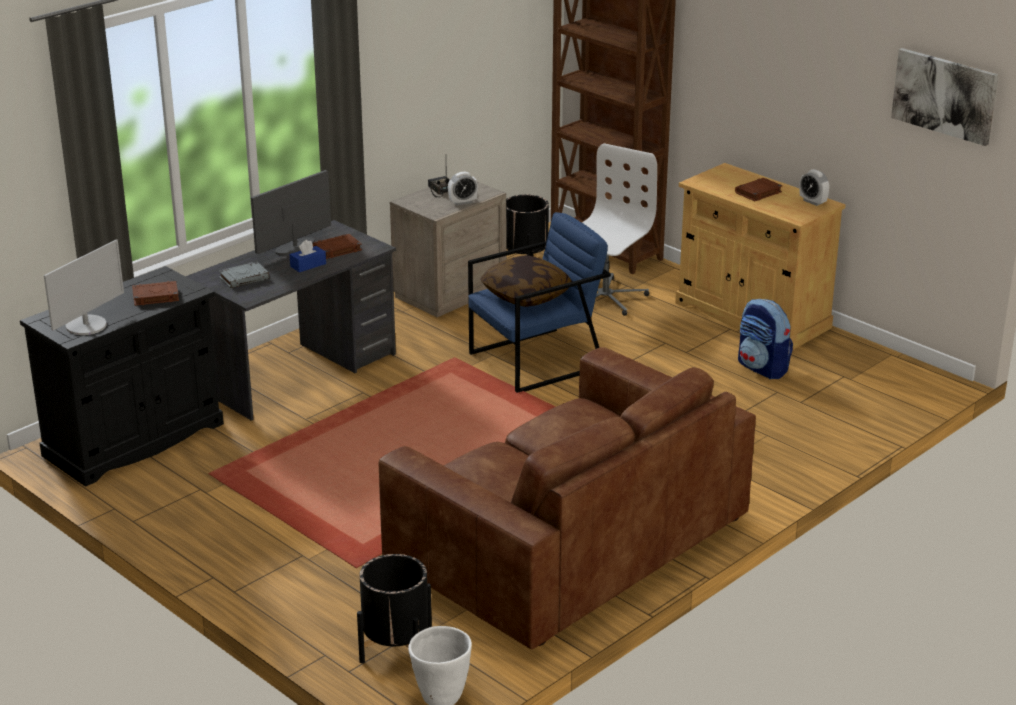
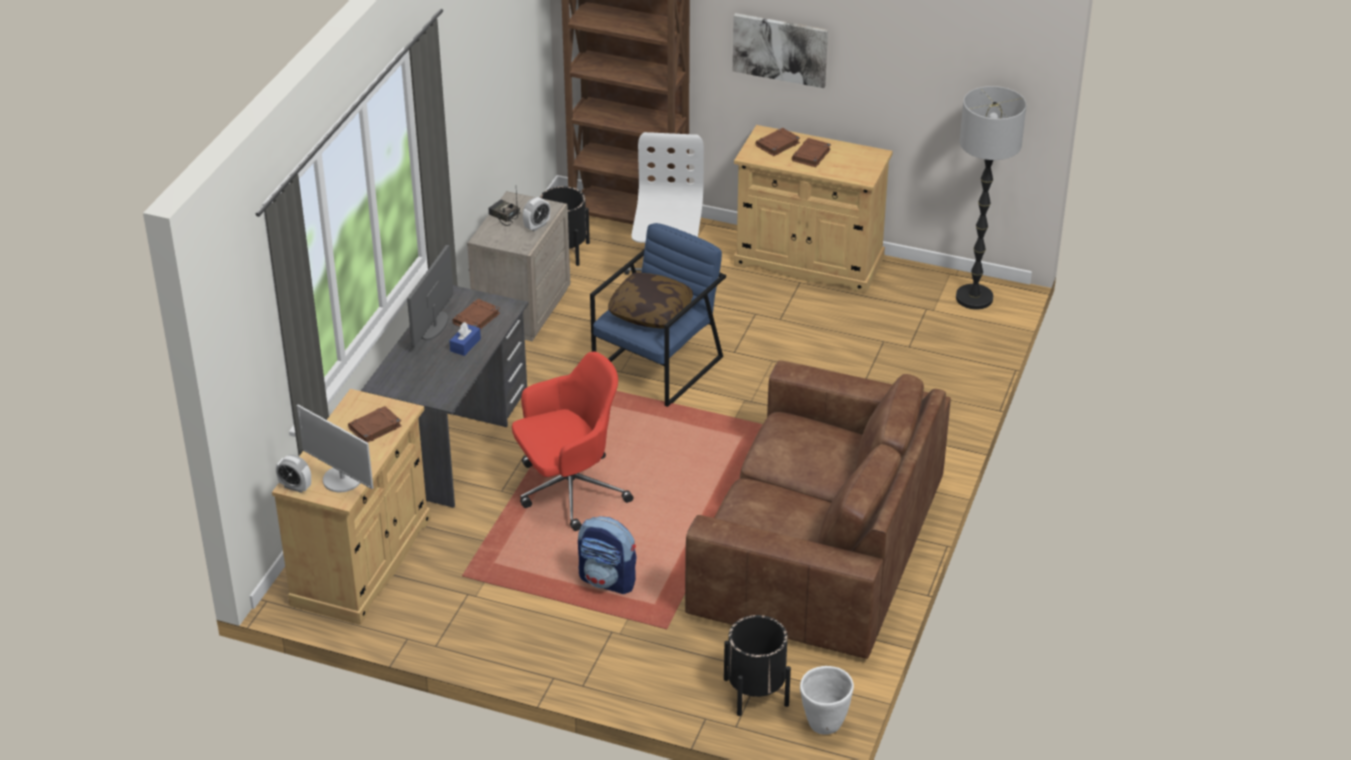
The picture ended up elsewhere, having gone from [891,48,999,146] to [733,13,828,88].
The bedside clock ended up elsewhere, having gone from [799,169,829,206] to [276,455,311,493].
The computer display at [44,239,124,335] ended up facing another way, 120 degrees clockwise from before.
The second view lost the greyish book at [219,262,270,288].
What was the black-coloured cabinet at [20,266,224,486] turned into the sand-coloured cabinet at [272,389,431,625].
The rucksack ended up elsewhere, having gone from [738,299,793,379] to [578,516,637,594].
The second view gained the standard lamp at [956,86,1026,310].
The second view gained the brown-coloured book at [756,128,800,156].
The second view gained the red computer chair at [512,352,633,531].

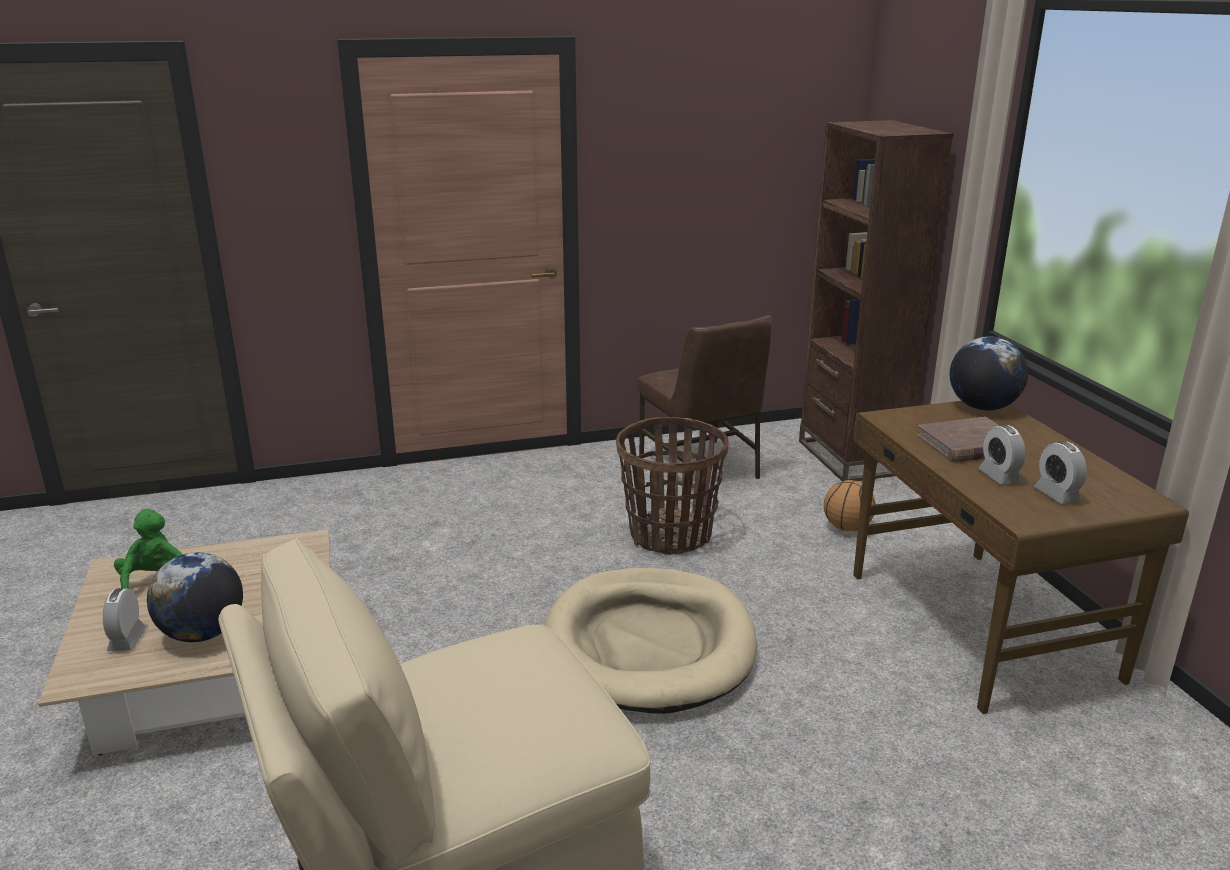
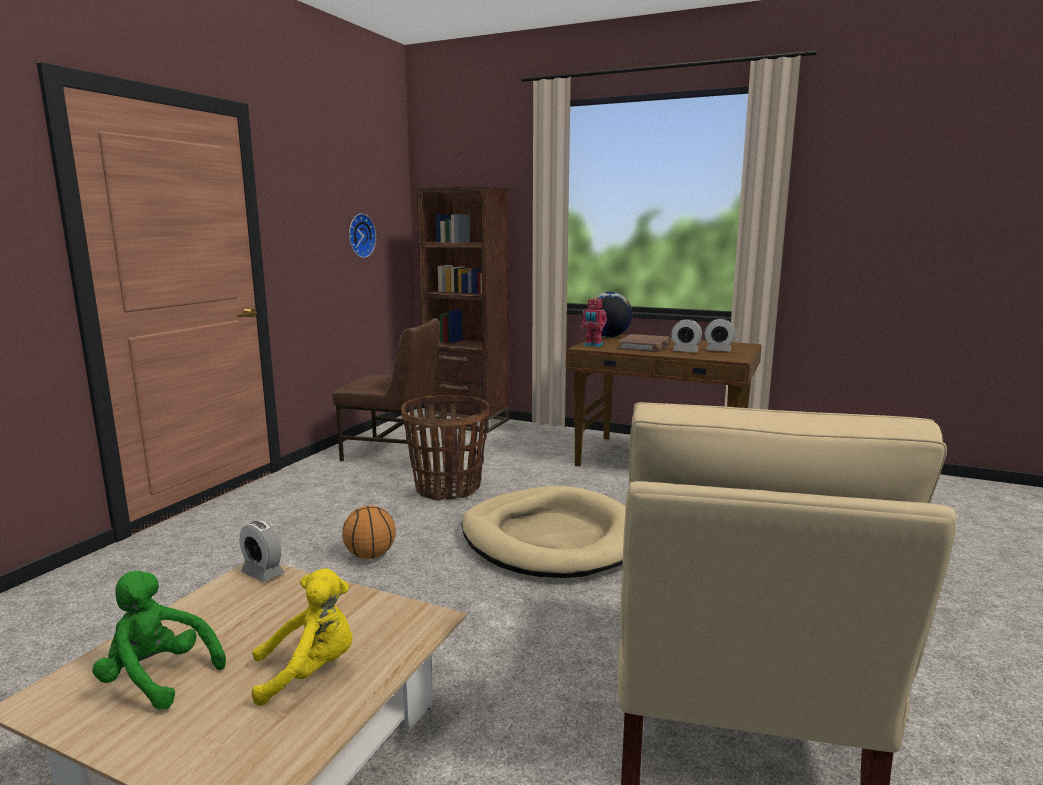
The basketball ball ended up elsewhere, having gone from [824,480,876,531] to [342,506,396,559].
Where the world globe stood at [147,552,243,642], the yellow-coloured cuddly toy came to stand at [252,568,353,706].
The bedside clock ended up elsewhere, having gone from [103,588,146,651] to [240,521,285,582].
The second view gained the hanging clock at [349,214,376,258].
The second view gained the toy robot at [581,297,607,347].

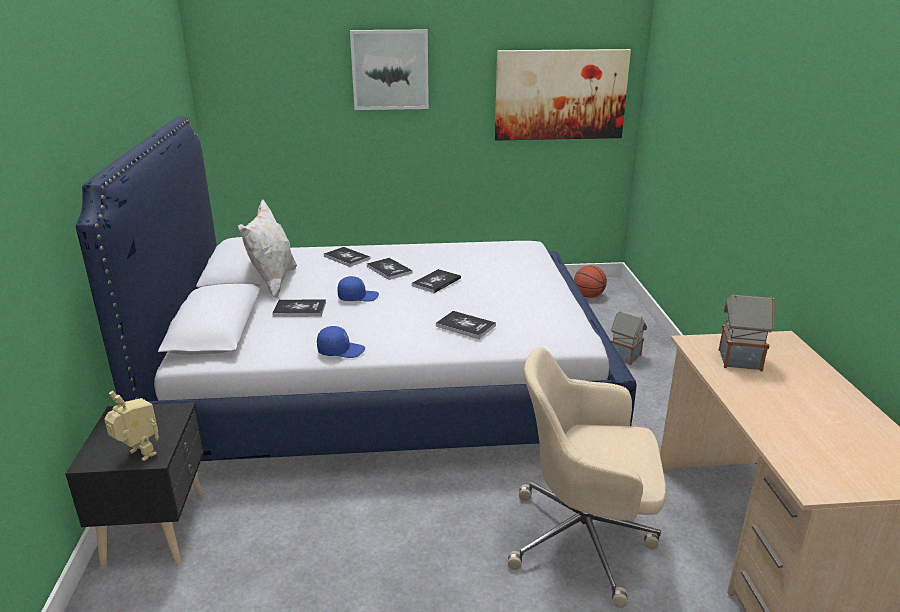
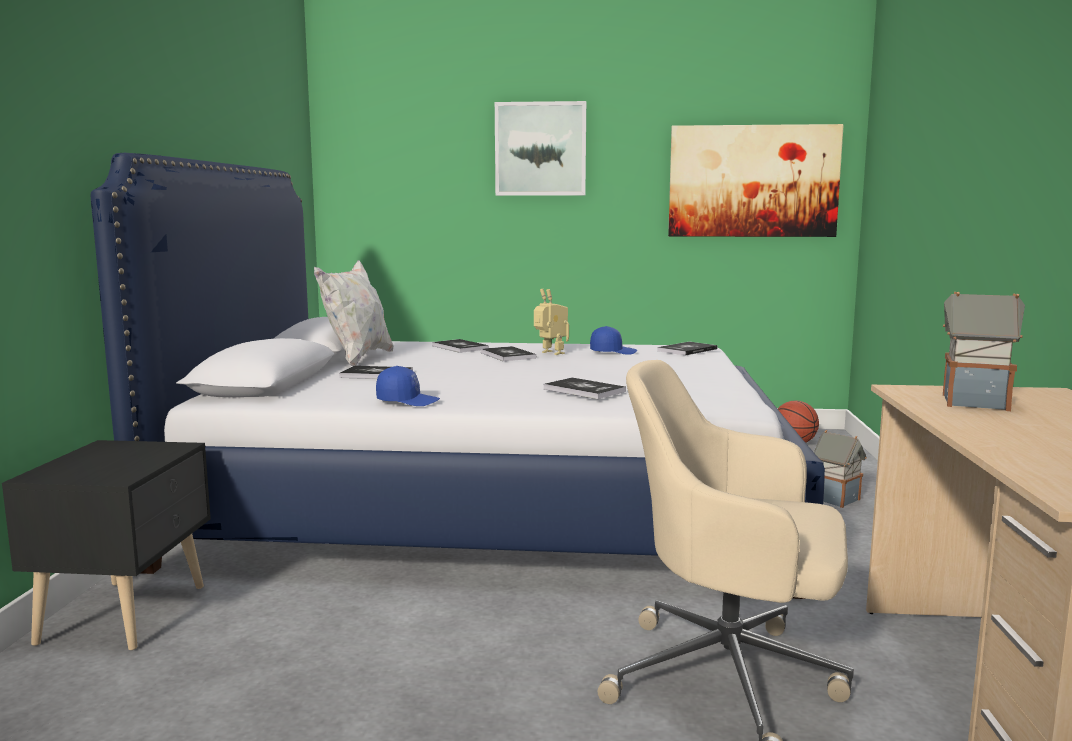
The book ended up elsewhere, having gone from [412,269,461,293] to [657,342,718,356].
The blue baseball cap ended up elsewhere, having gone from [337,276,379,302] to [590,326,637,355].
The toy robot ended up elsewhere, having gone from [104,391,159,461] to [534,289,569,355].

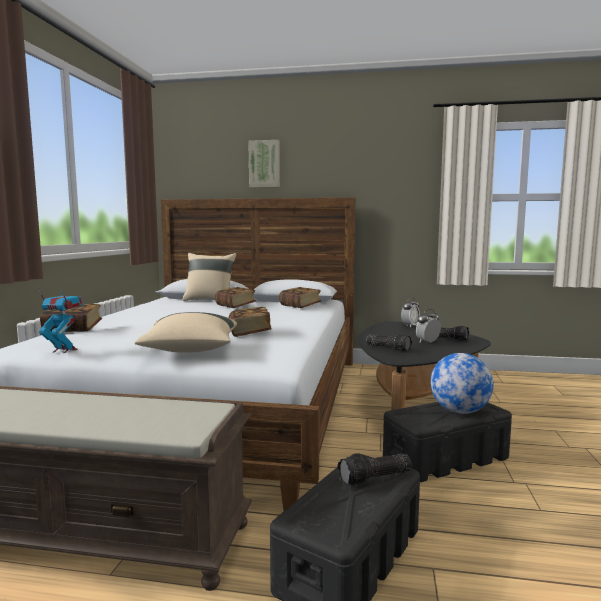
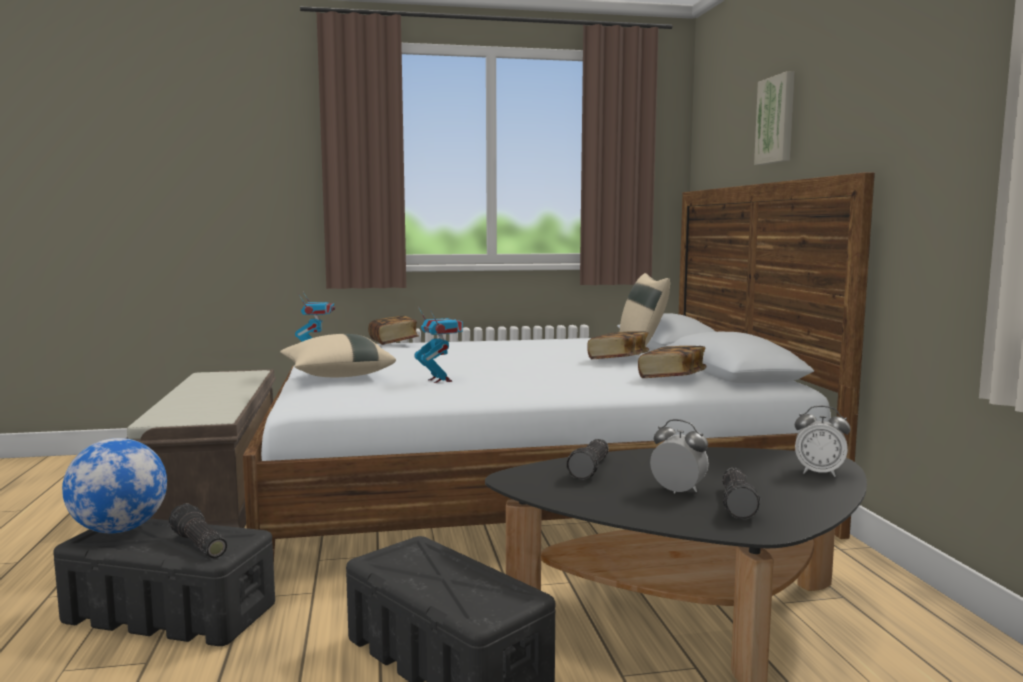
Where the book stood at [229,307,272,337], the toy robot came to stand at [414,307,463,383].
The world globe ended up elsewhere, having gone from [431,353,494,414] to [62,438,167,533].

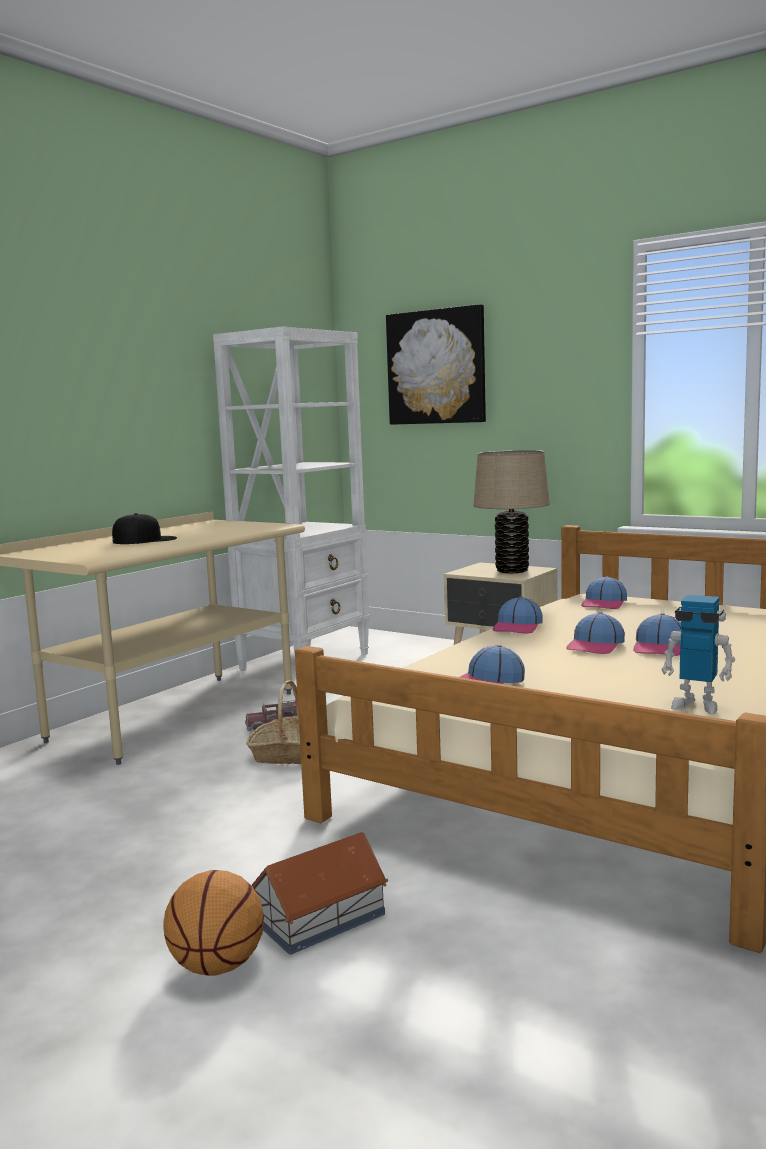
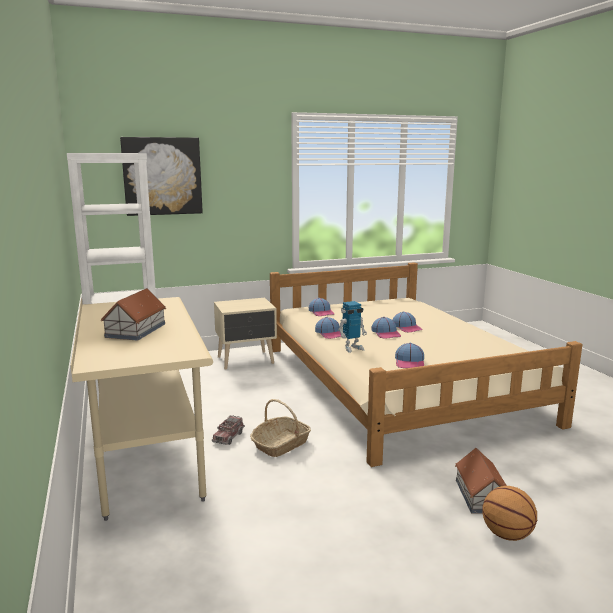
The second view lost the sand-coloured lamp for a table at [474,450,550,573].
Where the black-coloured baseball cap stood at [112,513,177,544], the model house came to stand at [101,288,166,341].
The toy robot ended up elsewhere, having gone from [661,595,735,714] to [338,301,367,353].

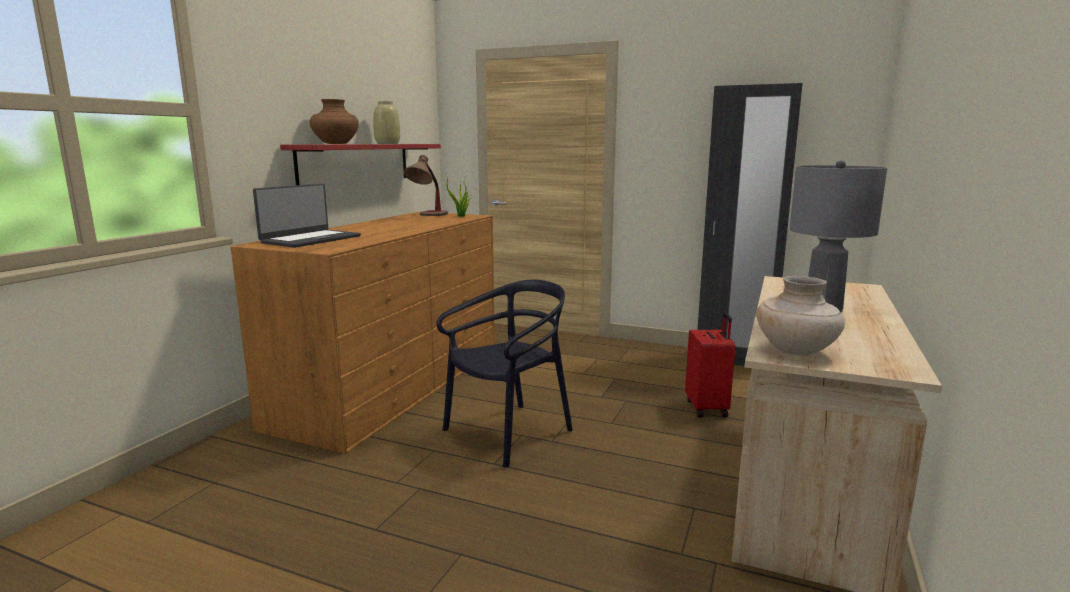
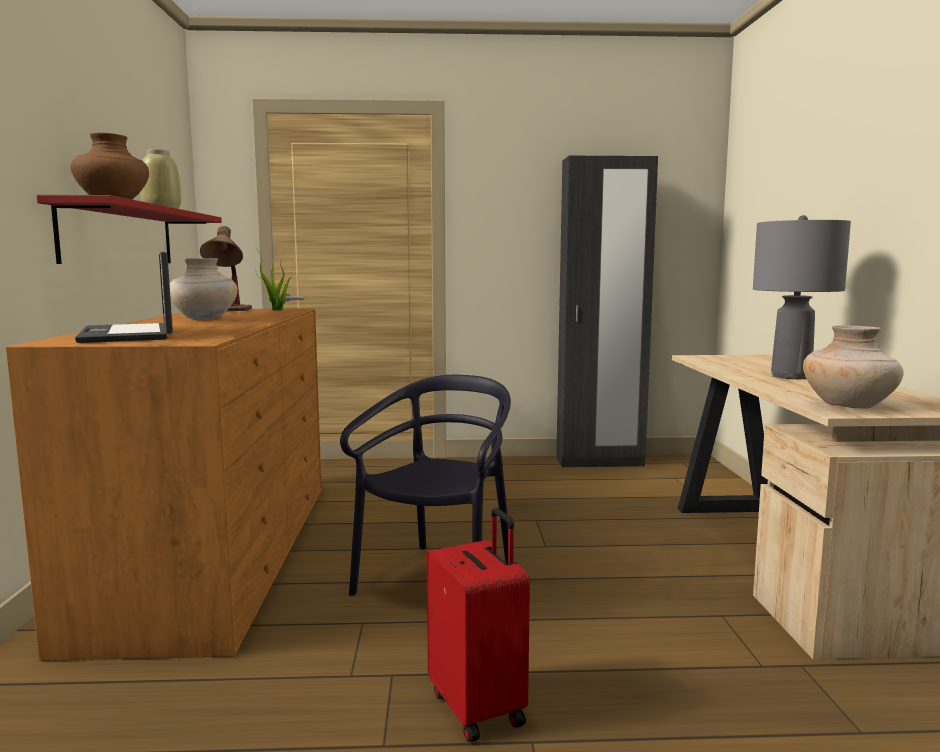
The laptop at [253,184,361,248] ended up facing another way, 150 degrees clockwise from before.
The red piece of luggage ended up elsewhere, having gone from [685,313,735,418] to [426,508,530,742].
The second view gained the sand-coloured vase at [170,258,238,320].

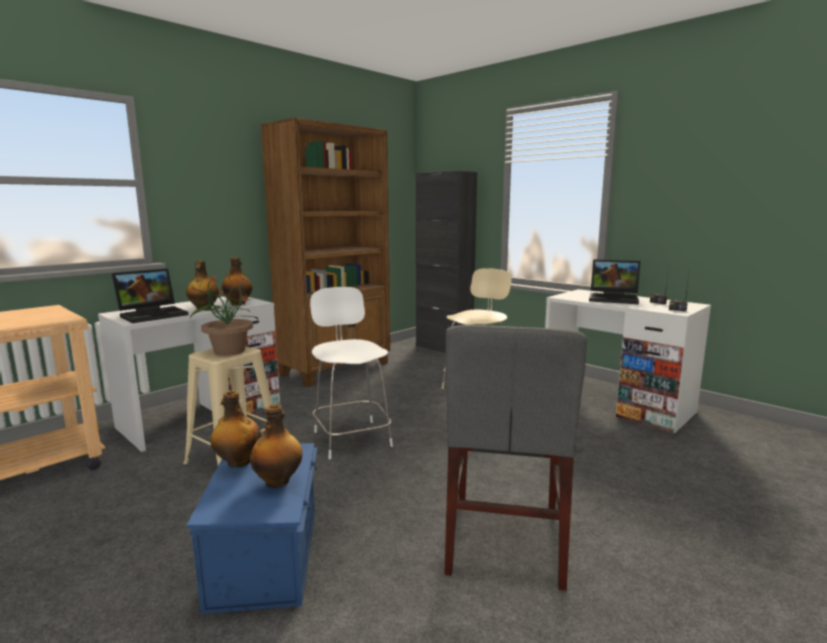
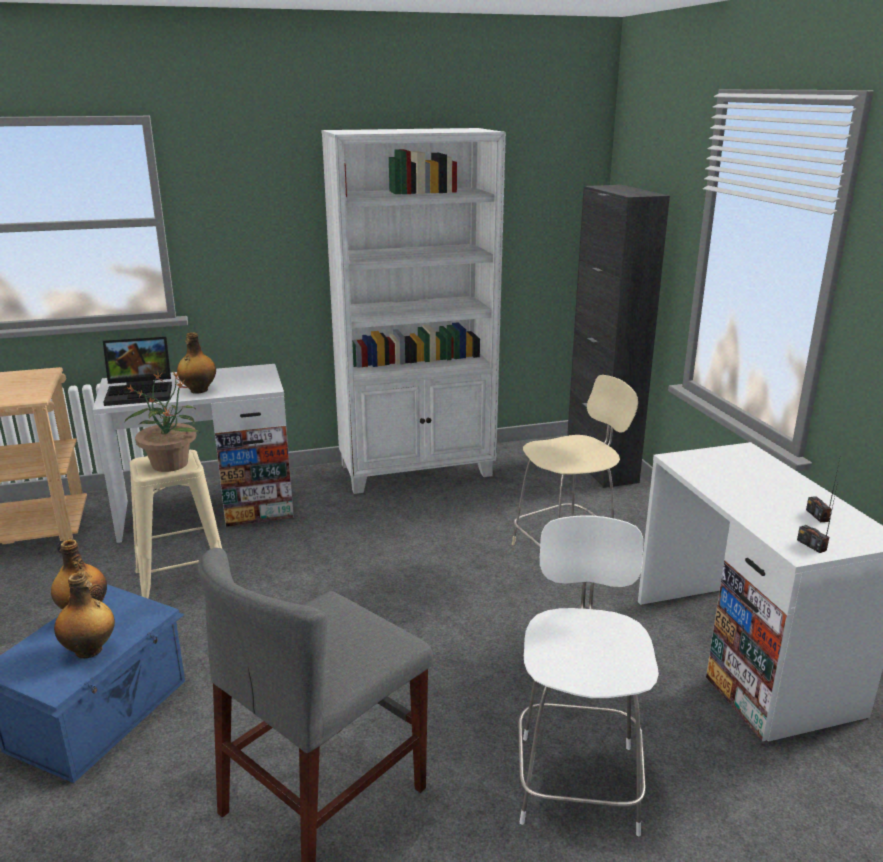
What was the brown-coloured bookcase at [260,117,390,387] turned into the whitish bookcase at [321,128,506,494].
The second view lost the bottle at [221,257,252,305].
The second view lost the laptop at [589,259,640,304].
The whitish plain chair ended up elsewhere, having gone from [310,287,393,459] to [518,515,659,836].

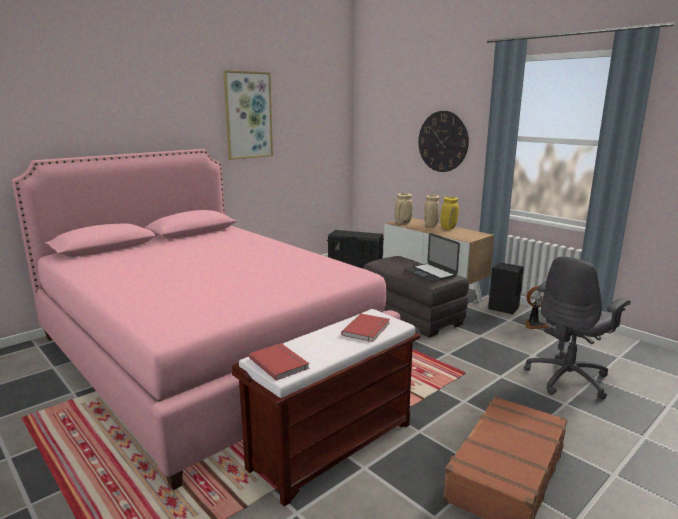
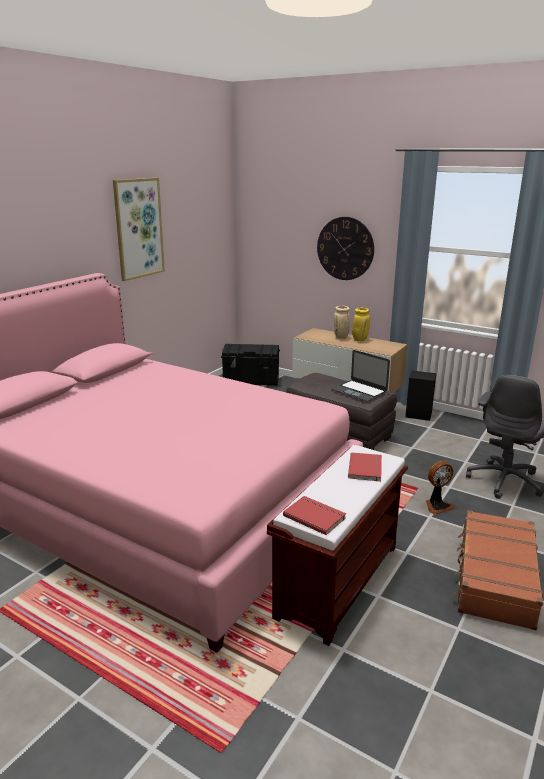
The second view lost the sand-coloured vase at [394,193,413,224].
The fan ended up elsewhere, having gone from [526,286,549,329] to [426,461,455,515].

